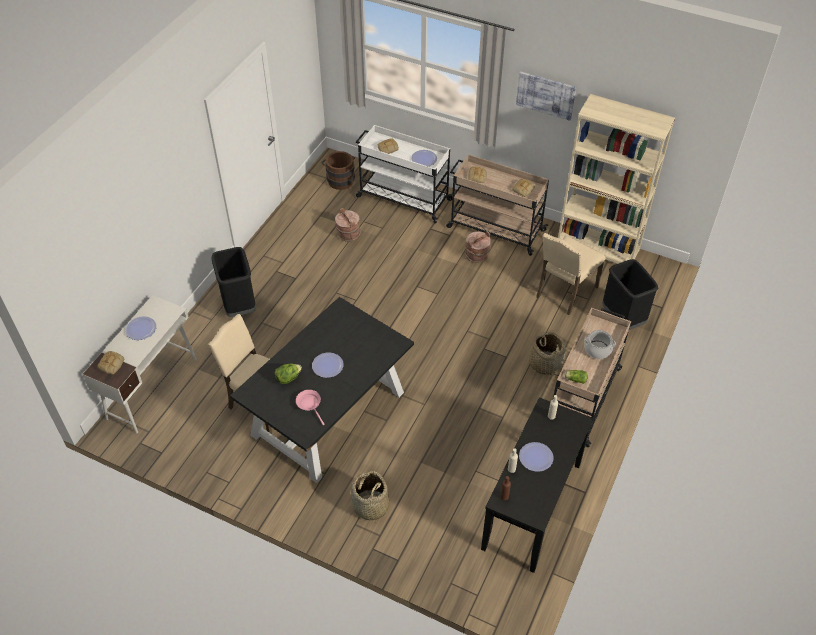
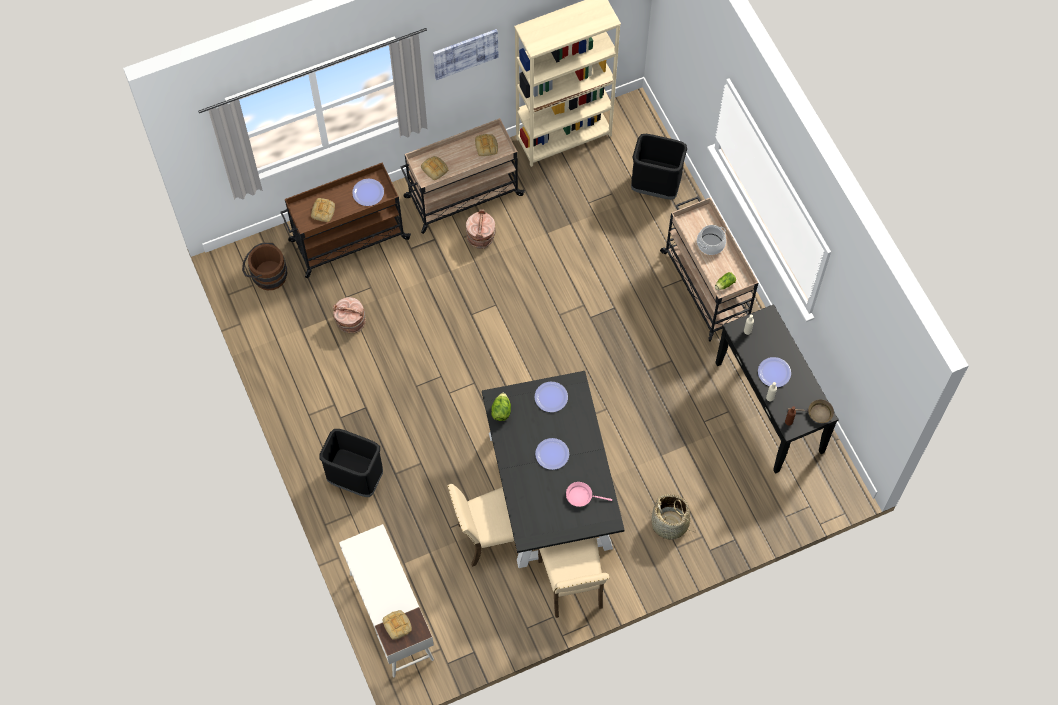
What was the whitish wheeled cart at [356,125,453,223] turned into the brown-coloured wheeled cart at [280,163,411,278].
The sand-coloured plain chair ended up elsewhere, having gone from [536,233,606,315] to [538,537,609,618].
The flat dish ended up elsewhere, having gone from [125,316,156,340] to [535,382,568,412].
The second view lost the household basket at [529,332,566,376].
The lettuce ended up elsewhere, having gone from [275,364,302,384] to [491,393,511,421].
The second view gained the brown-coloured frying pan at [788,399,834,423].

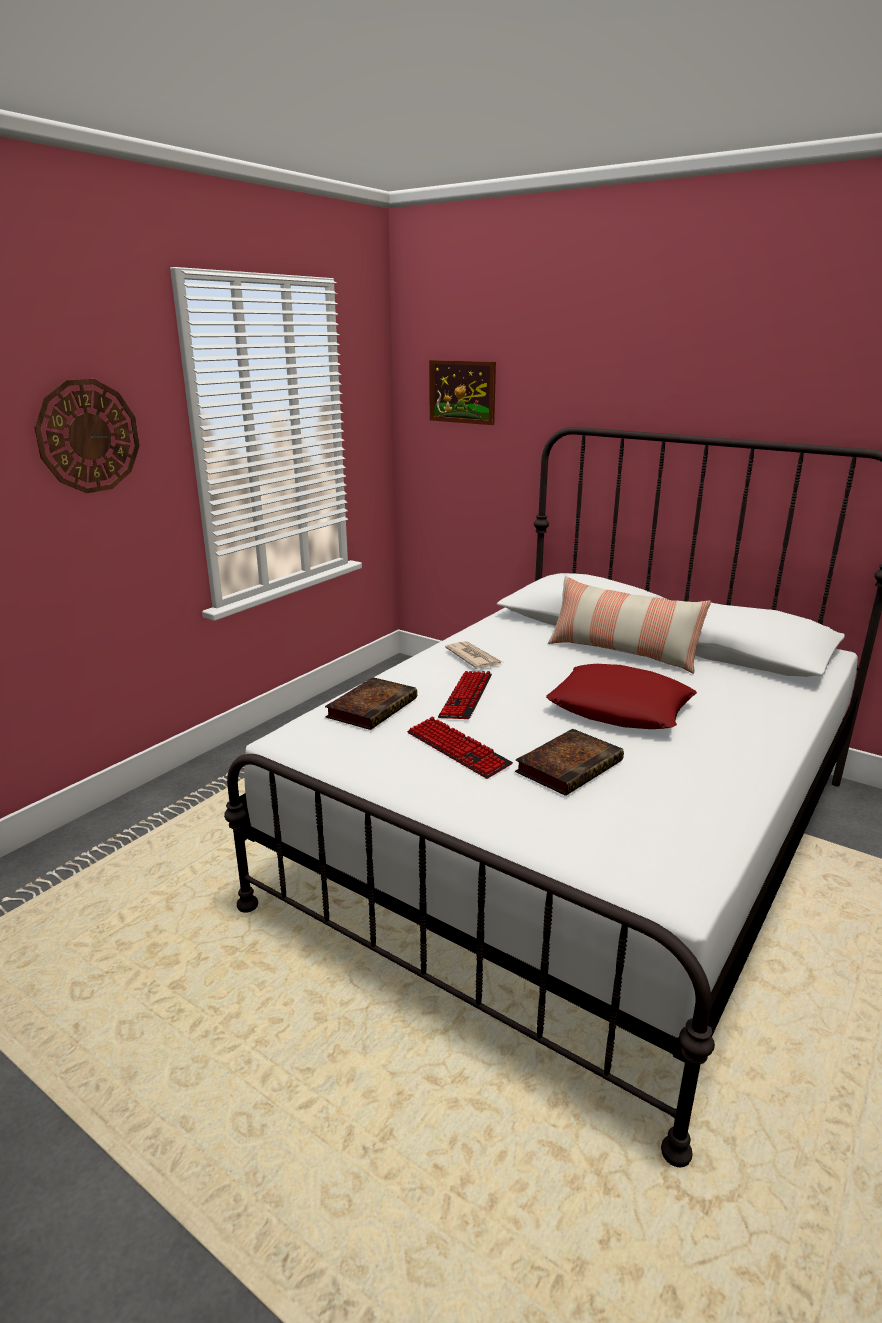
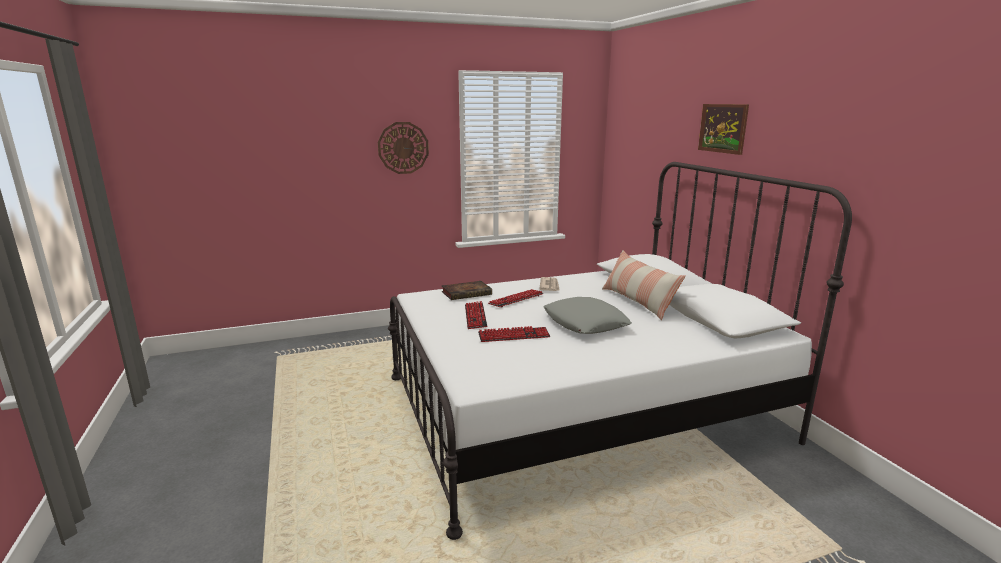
The picture ended up elsewhere, having gone from [429,360,496,425] to [698,104,749,155].
What was the red pillow at [546,664,697,729] turned into the greyish pillow at [544,297,632,334].
Where the book stood at [515,729,624,796], the PC keyboard came to stand at [478,326,550,342].

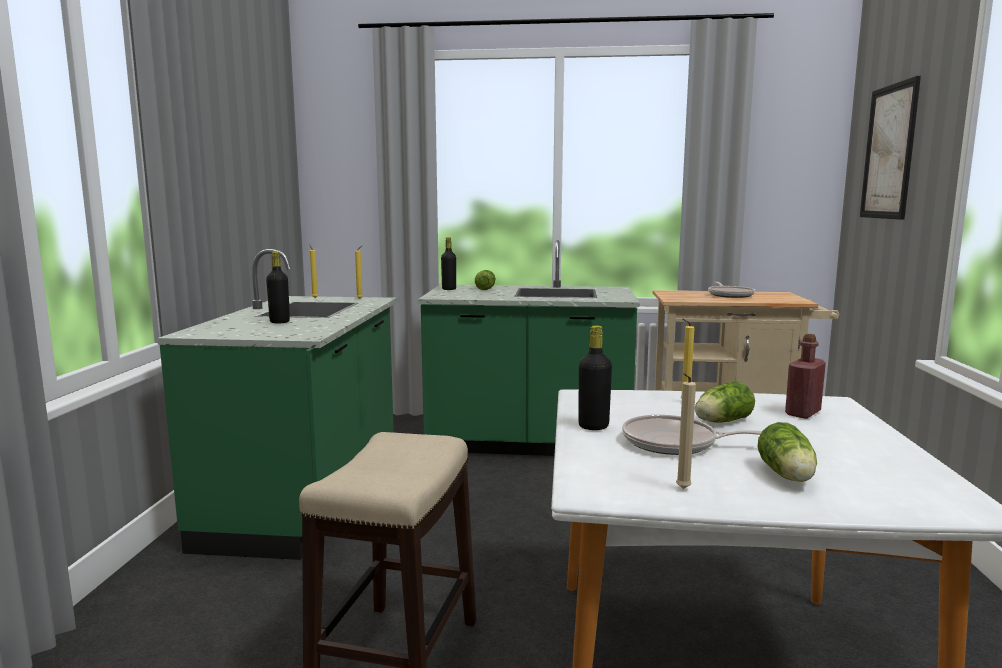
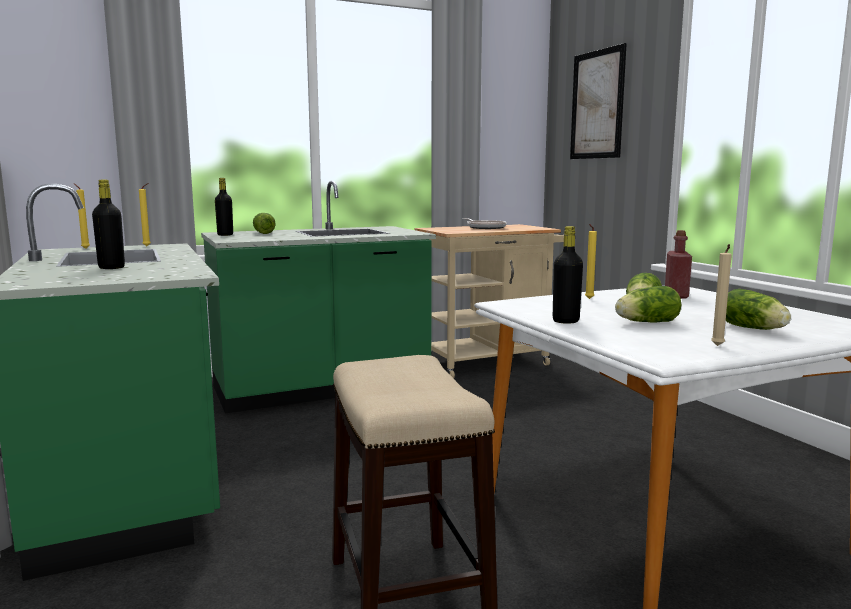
Where the frying pan stood at [622,415,762,455], the lettuce came to stand at [615,286,681,323].

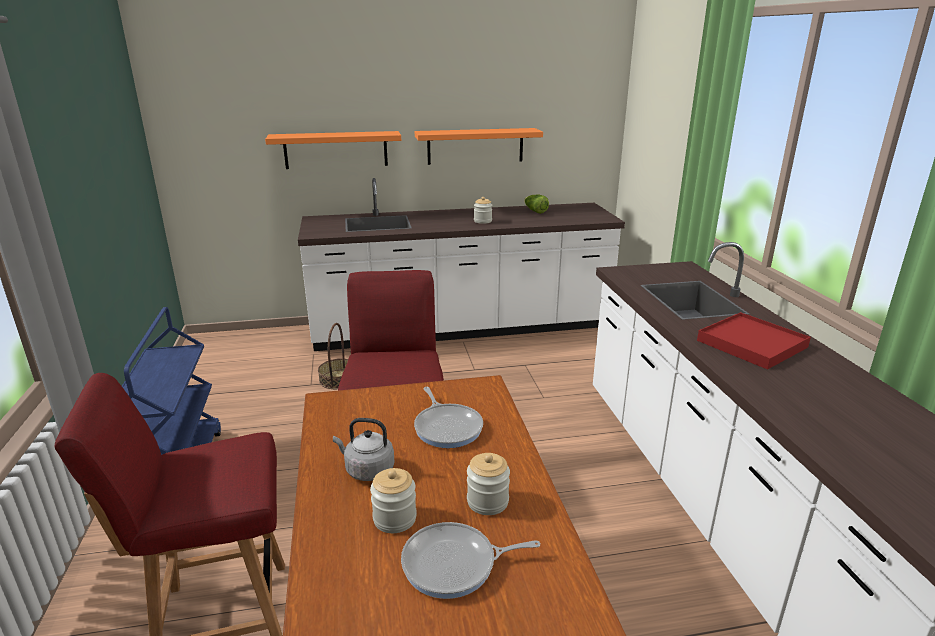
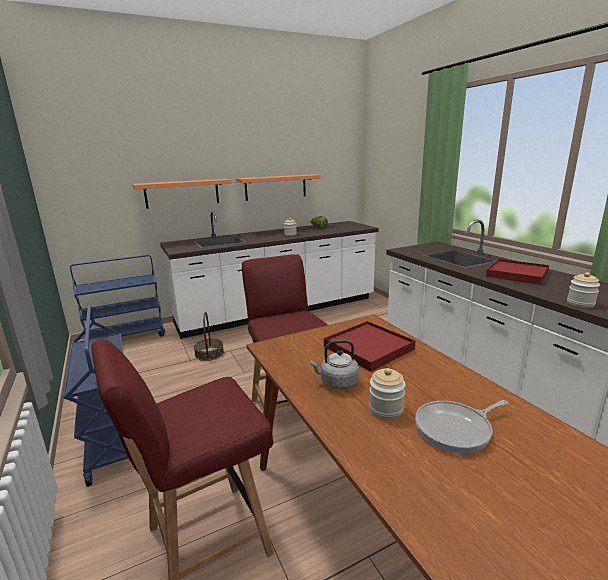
Where the frying pan stood at [414,387,483,448], the red serving tray came to stand at [324,321,415,372].
The storage jar ended up elsewhere, having gone from [467,453,510,515] to [567,272,600,308].
The second view gained the blue wheeled cart at [70,255,165,339].

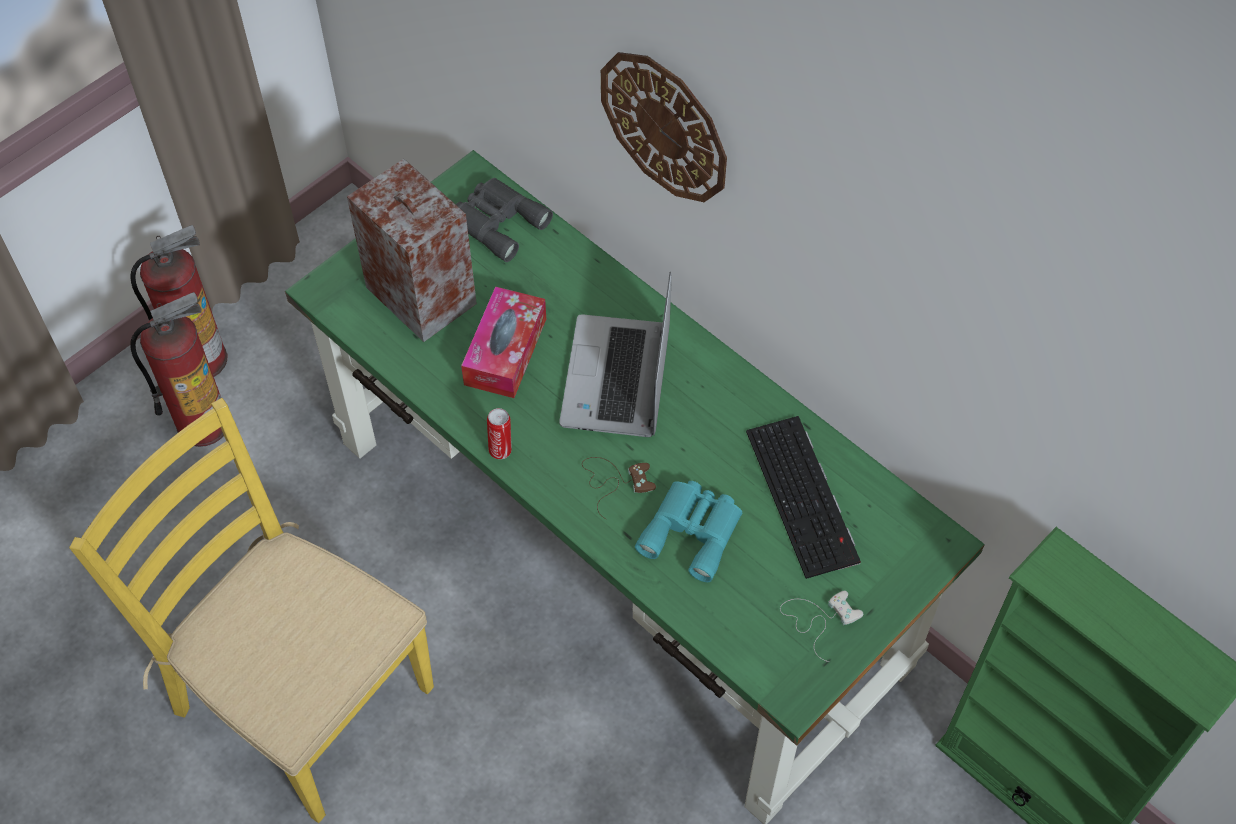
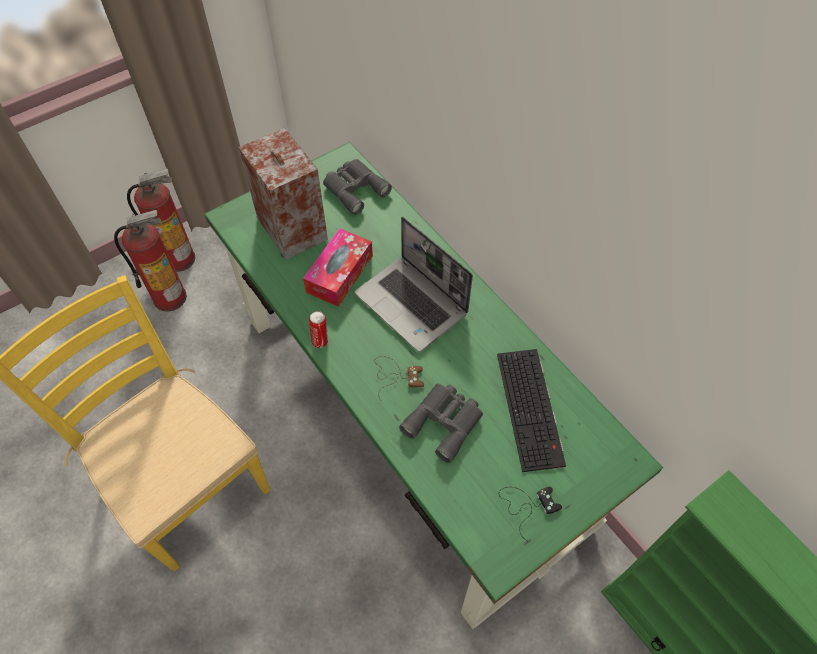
The second view lost the hanging clock at [601,52,727,202].
The laptop at [559,272,672,437] ended up facing another way, 60 degrees counterclockwise from before.
What was the turquoise-coloured pair of binoculars at [635,481,742,582] turned into the greyish pair of binoculars at [399,383,483,463].
What was the whitish joypad at [780,591,863,662] turned into the black-coloured joypad at [499,487,562,542].

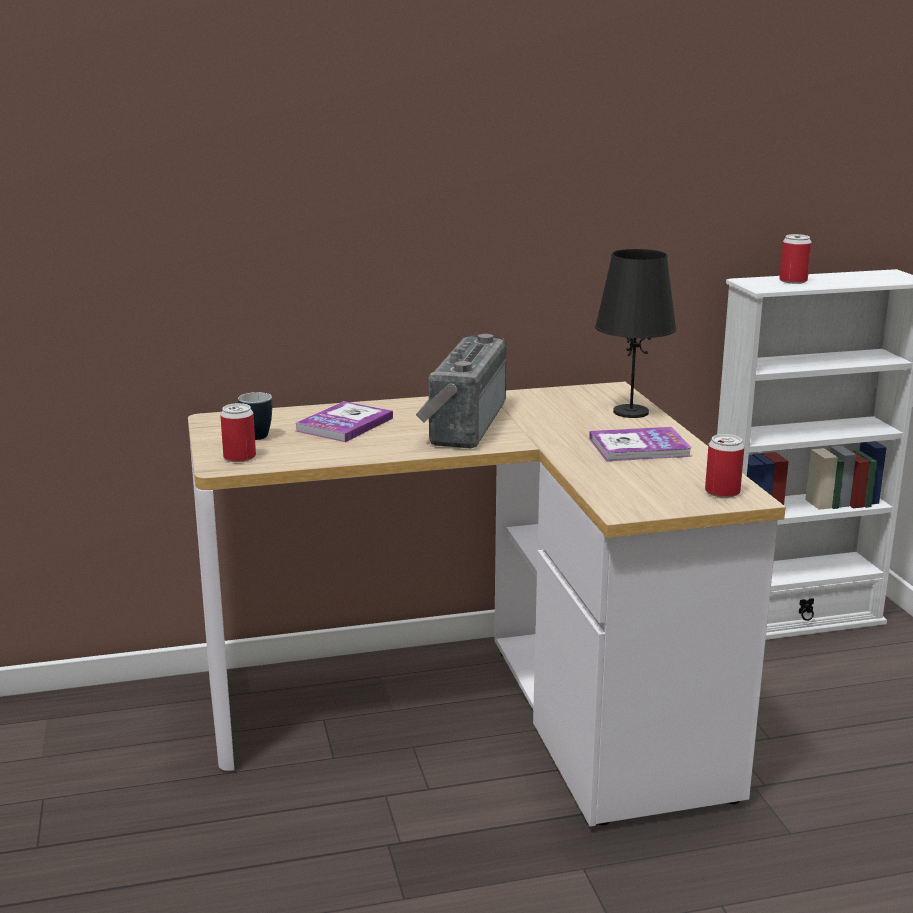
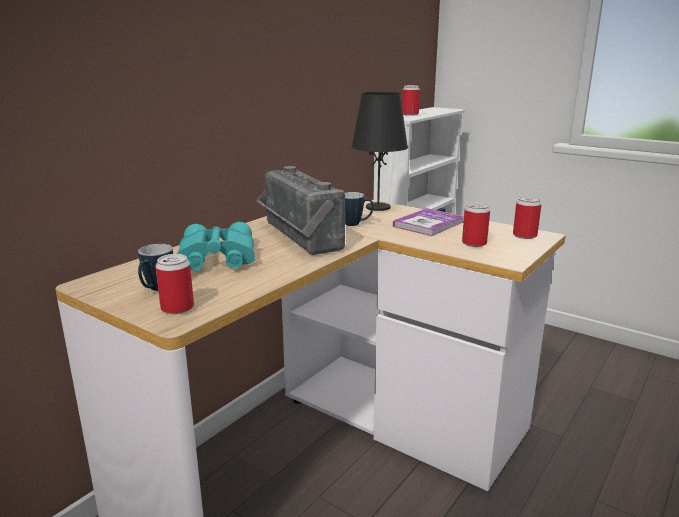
Where the book stood at [296,401,393,442], the turquoise-coloured pair of binoculars came to stand at [177,222,255,271].
The second view gained the mug at [344,192,374,226].
The second view gained the can at [462,202,490,247].

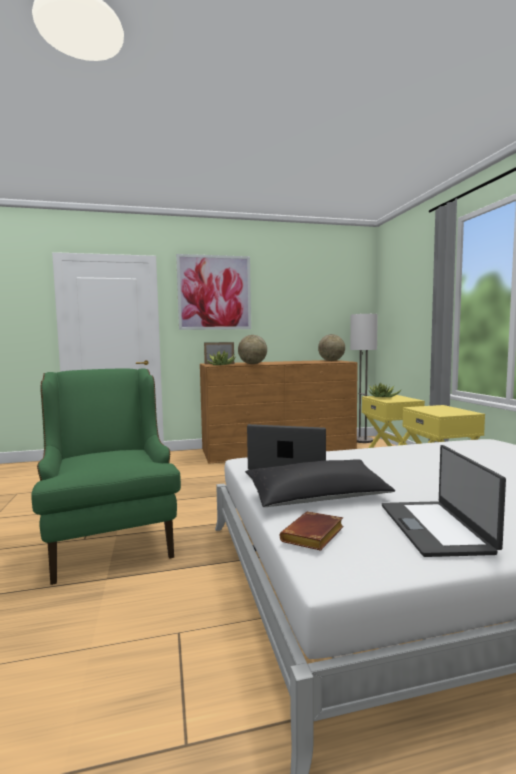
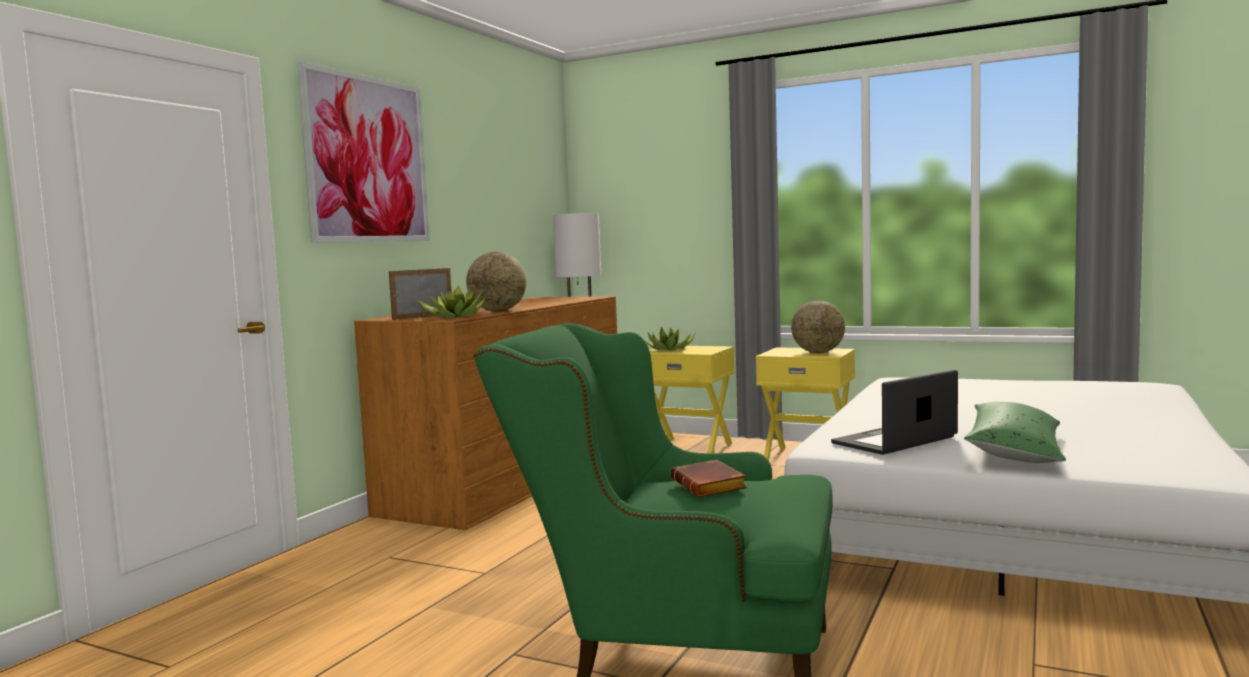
The world globe ended up elsewhere, having gone from [318,334,345,361] to [791,301,845,353].
The second view lost the laptop at [382,445,506,557].
What was the black-coloured pillow at [245,459,395,507] turned into the greenish pillow at [964,402,1066,463].
The brown-coloured book ended up elsewhere, having gone from [280,511,344,551] to [670,460,747,497].

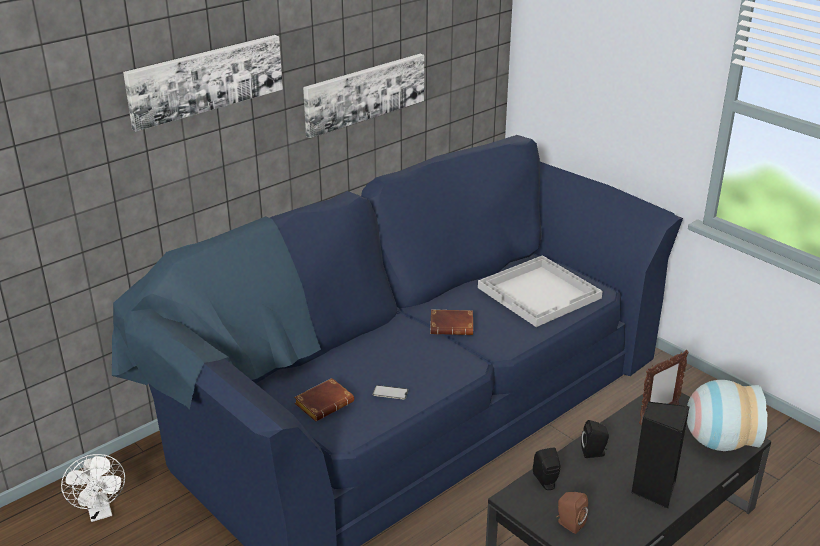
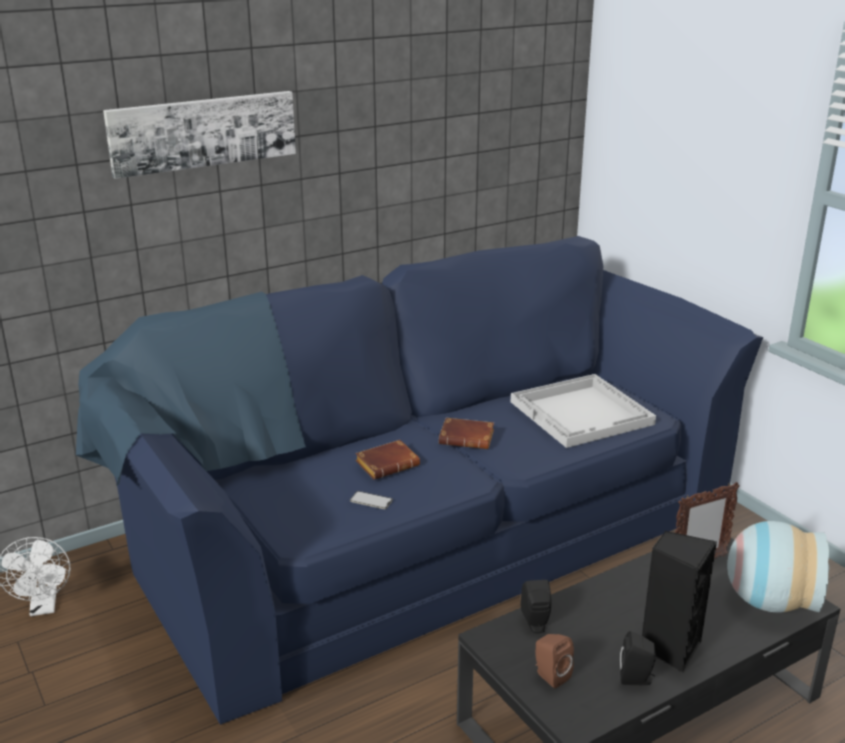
The second view lost the picture at [303,54,424,138].
The brown-coloured book ended up elsewhere, having gone from [294,378,354,421] to [355,440,420,480].
The black-coloured loudspeaker ended up elsewhere, having gone from [581,420,609,458] to [620,631,656,685].

